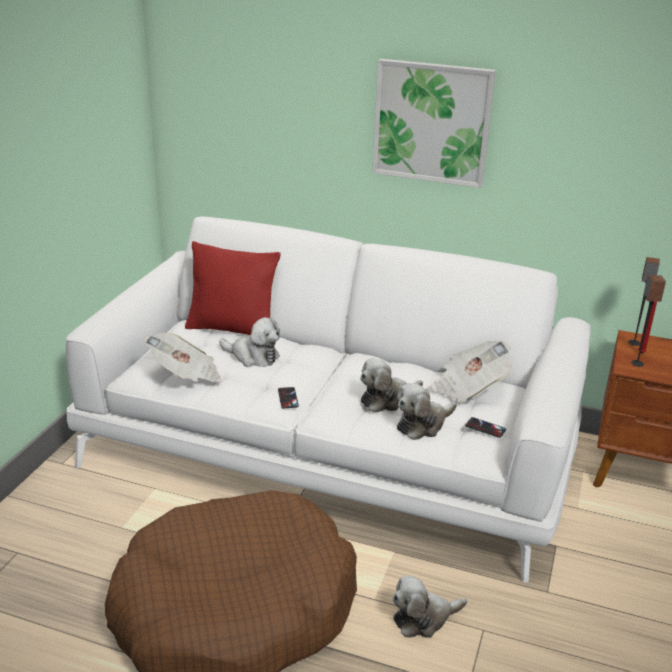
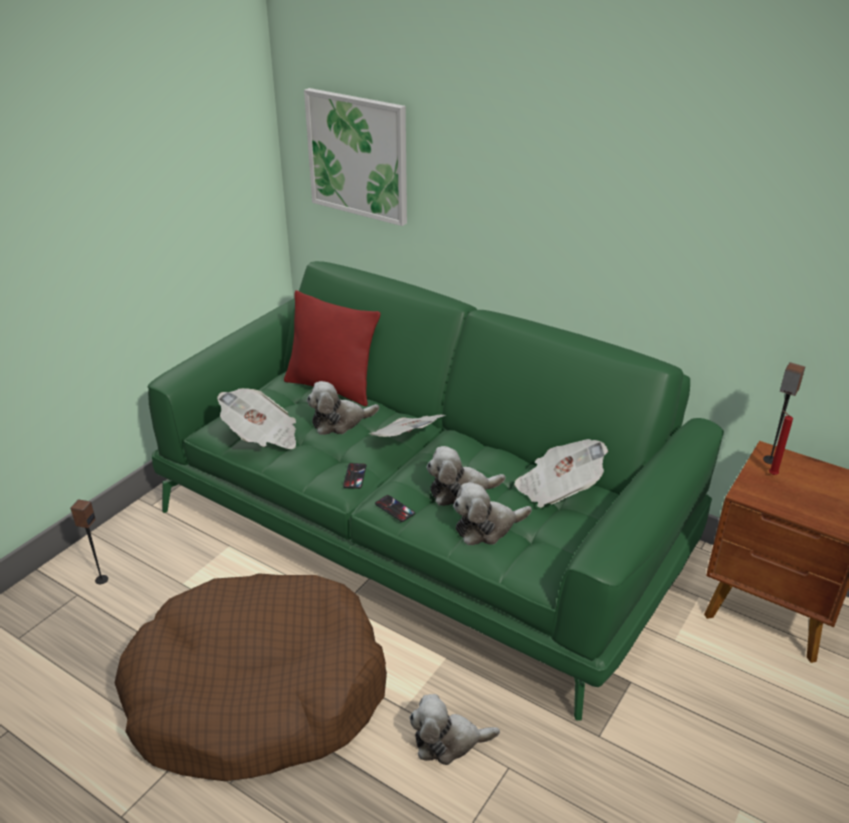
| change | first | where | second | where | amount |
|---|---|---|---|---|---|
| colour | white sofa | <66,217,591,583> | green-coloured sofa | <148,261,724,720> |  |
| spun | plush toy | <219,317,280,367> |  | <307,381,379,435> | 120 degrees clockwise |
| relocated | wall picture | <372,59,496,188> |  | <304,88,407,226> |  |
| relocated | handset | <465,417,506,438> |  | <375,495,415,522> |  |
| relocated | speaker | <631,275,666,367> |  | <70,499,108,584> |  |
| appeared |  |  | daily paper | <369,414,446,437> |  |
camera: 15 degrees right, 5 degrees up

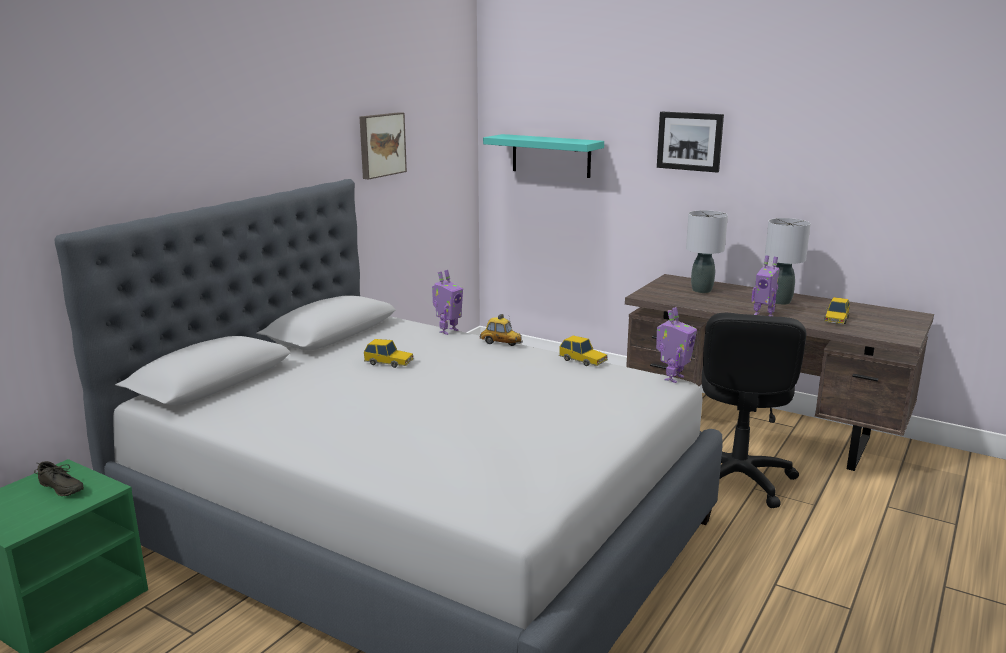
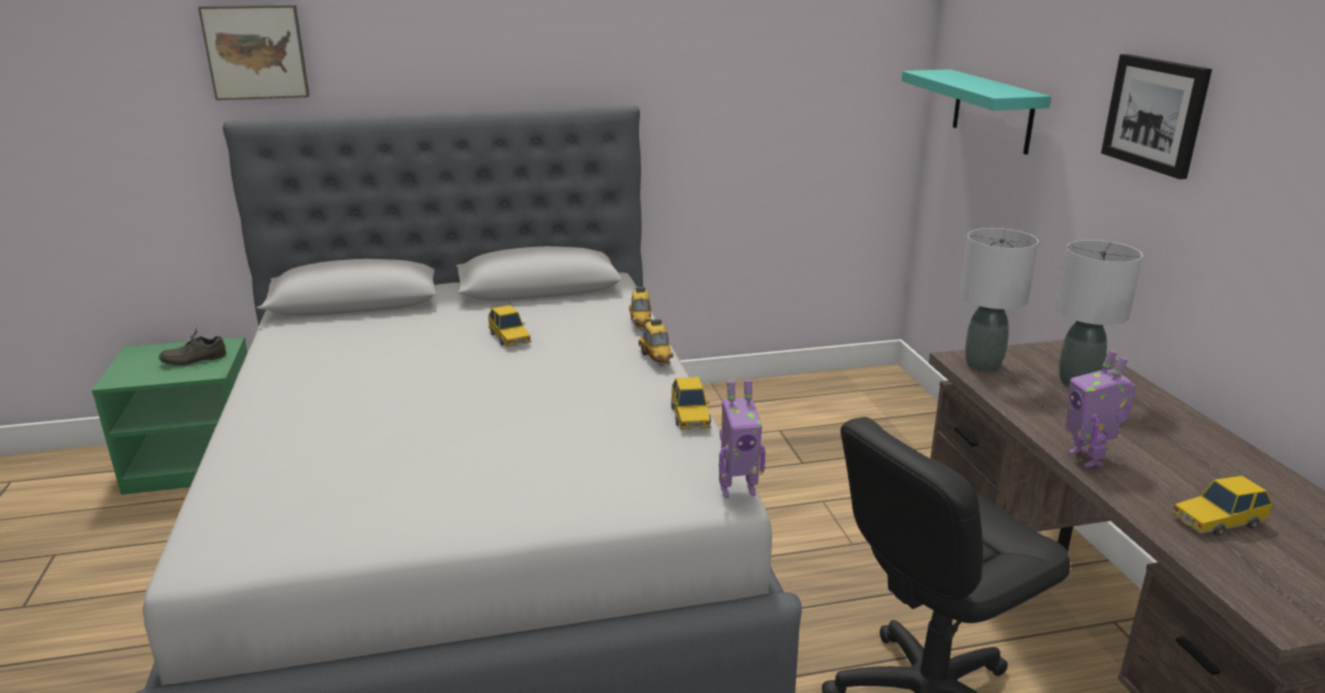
| change | first | where | second | where | amount |
|---|---|---|---|---|---|
| spun | greyish low shoe | <34,461,84,496> |  | <159,326,227,366> | 75 degrees clockwise |
| relocated | wall picture | <360,112,407,179> |  | <198,5,310,100> |  |
| exchanged | model robot | <432,270,463,335> | toy car | <629,287,652,330> |  |
| relocated | greyish tabletop lamp | <765,218,811,305> |  | <959,228,1038,372> |  |
camera: 45 degrees right, 5 degrees up

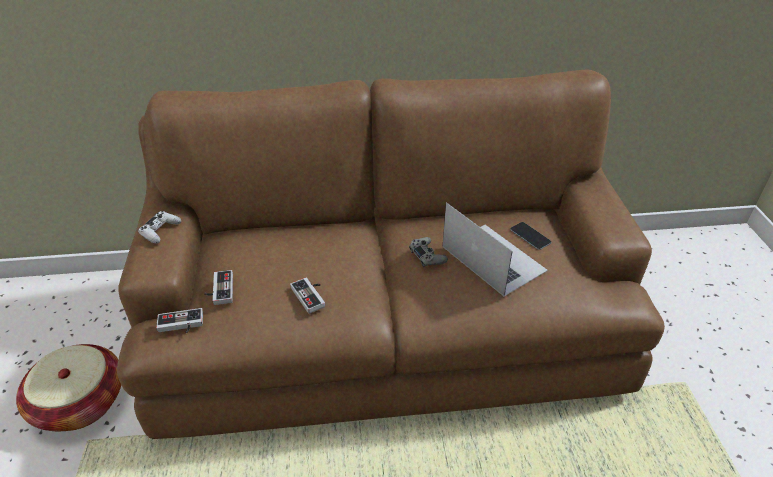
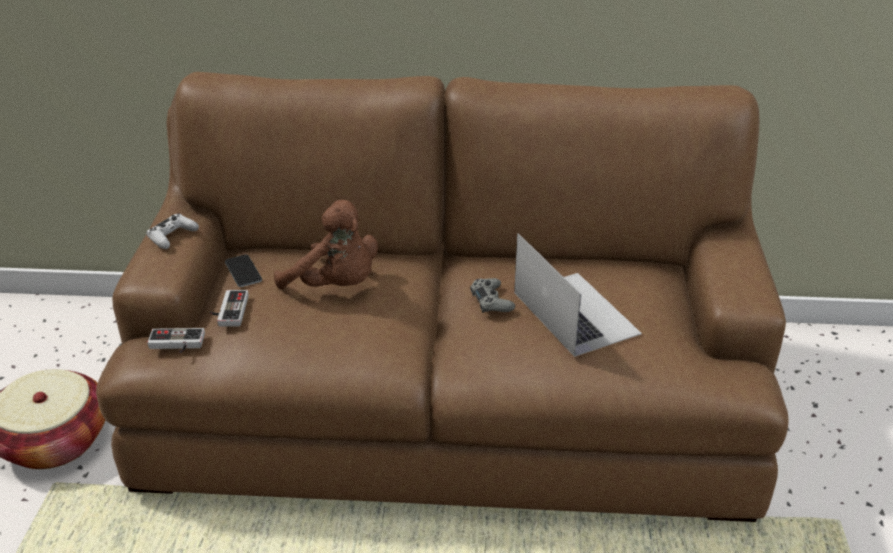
| change | first | where | second | where | amount |
|---|---|---|---|---|---|
| missing | gamepad | <290,277,325,314> |  |  |  |
| relocated | handset | <510,222,551,250> |  | <225,255,262,287> |  |
| appeared |  |  | brownish plush toy | <274,200,378,289> |  |
camera: 10 degrees right, 5 degrees down

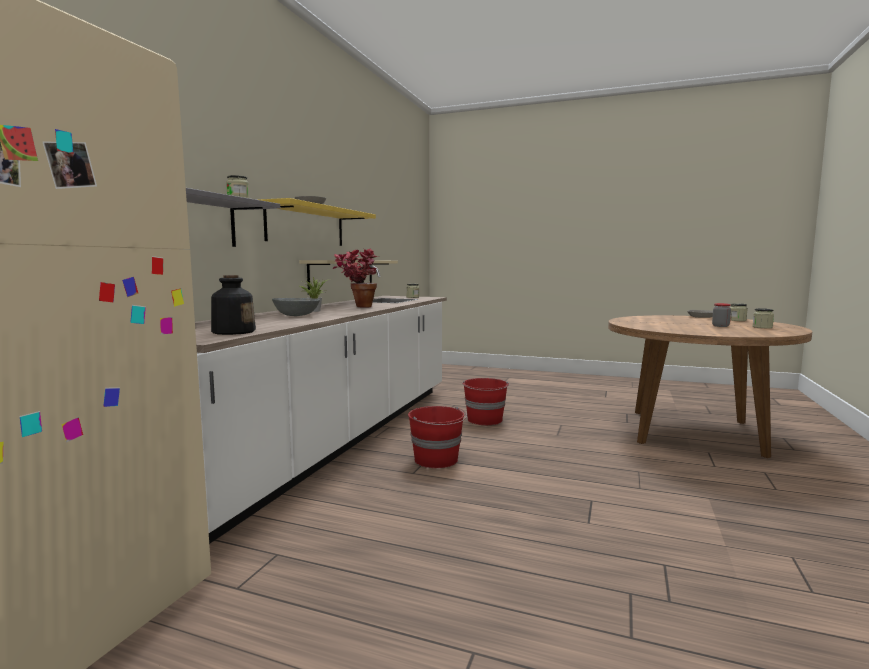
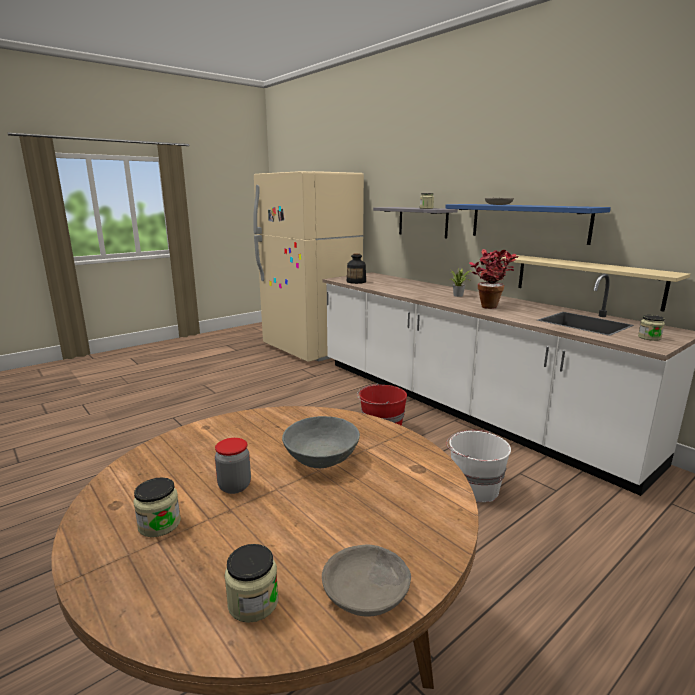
| change | first | where | second | where | amount |
|---|---|---|---|---|---|
| colour | yellow-coloured shelf | <259,198,376,246> | bluish shelf | <445,204,611,245> |  |
| relocated | greyish bowl | <272,298,320,316> |  | <282,416,360,468> |  |
| colour | red-coloured bucket | <462,378,509,425> | white bucket | <446,430,511,502> |  |
camera: 120 degrees right, 10 degrees up

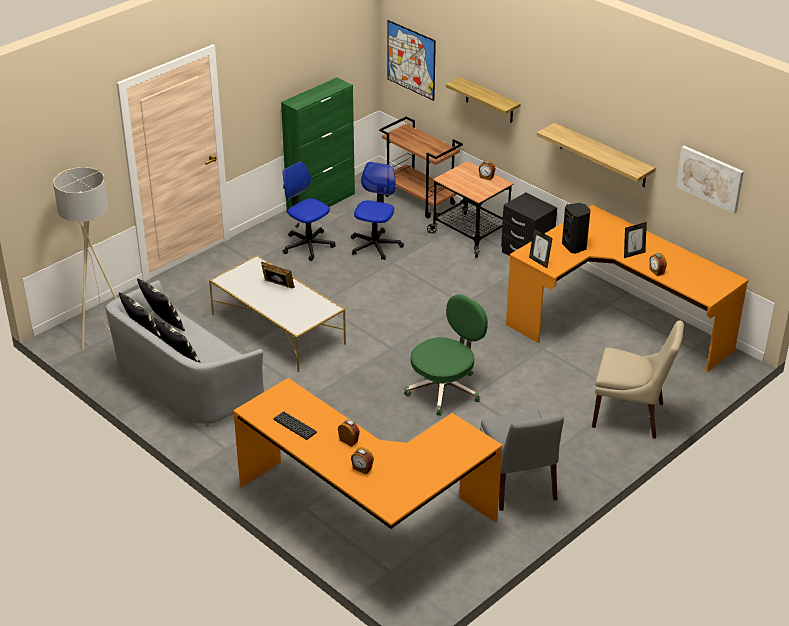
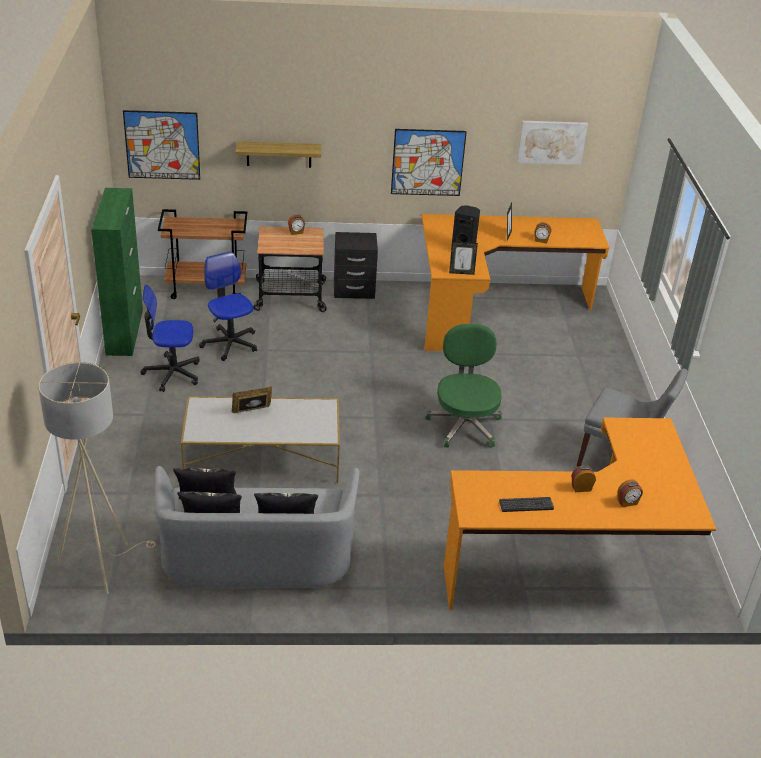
| change | first | where | second | where | amount |
|---|---|---|---|---|---|
| exchanged | shelf | <537,123,656,187> | wall picture | <391,129,467,196> |  |
| missing | beige plain chair | <592,320,684,439> |  |  |  |
camera: 50 degrees left, 0 degrees up

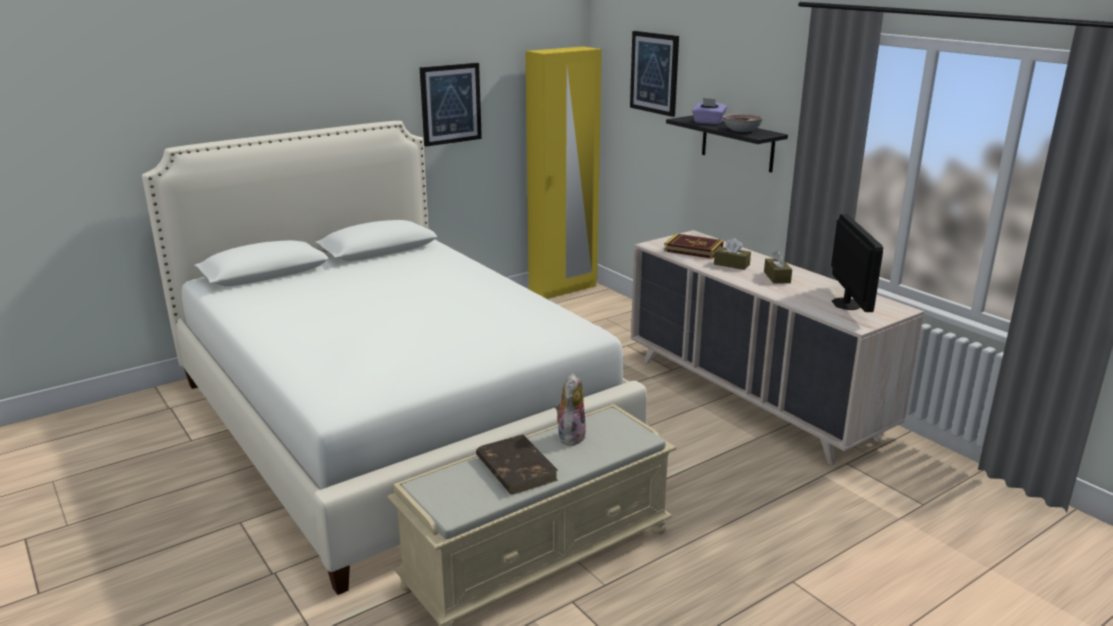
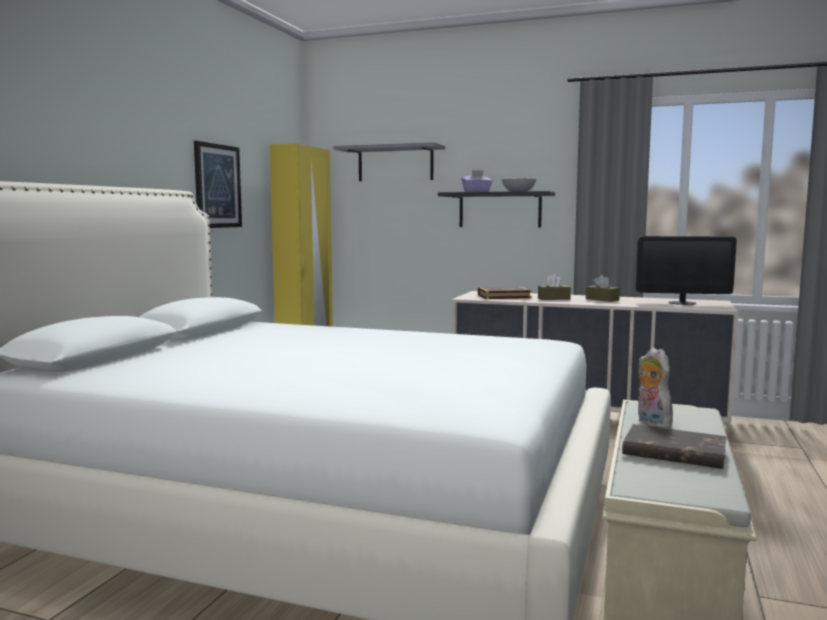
| change | first | where | second | where | amount |
|---|---|---|---|---|---|
| exchanged | wall picture | <630,31,679,117> | greyish shelf | <333,142,445,181> |  |
| spun | monitor | <831,214,883,312> |  | <636,236,737,305> | 135 degrees clockwise |
camera: 35 degrees left, 15 degrees down

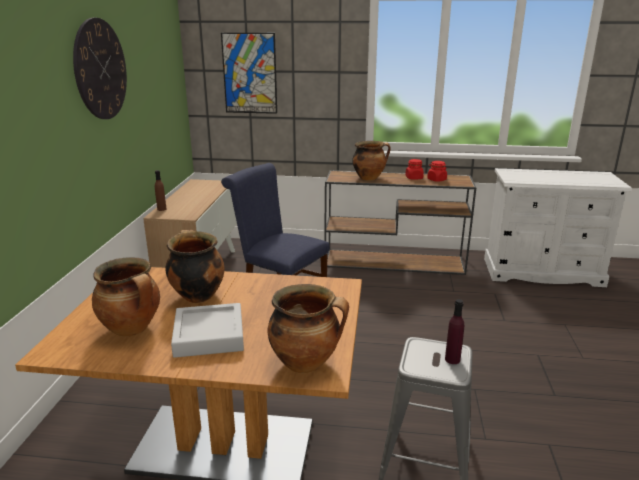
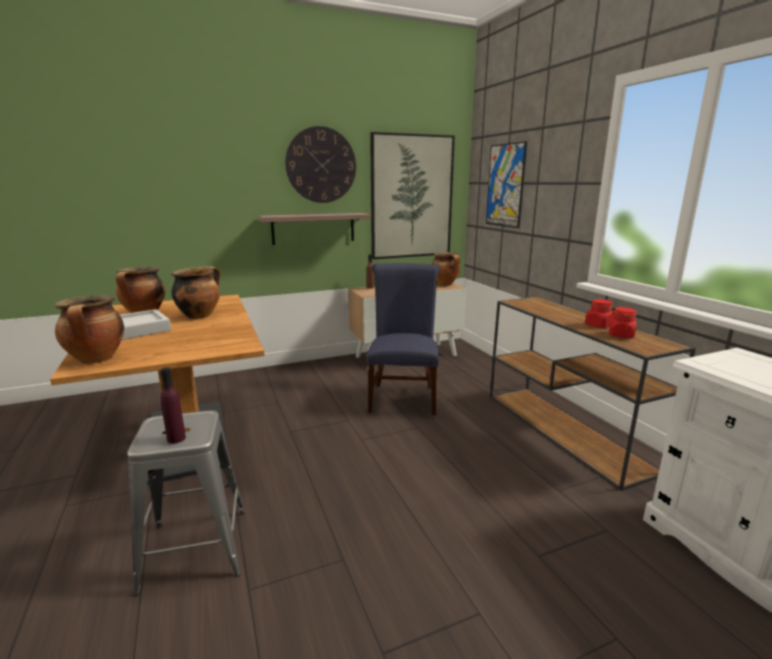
| change | first | where | second | where | amount |
|---|---|---|---|---|---|
| relocated | saucepot | <352,141,391,181> |  | <432,252,460,286> |  |
| appeared |  |  | shelf | <259,213,371,245> |  |
| appeared |  |  | wall picture | <370,132,455,259> |  |
camera: 60 degrees right, 5 degrees down

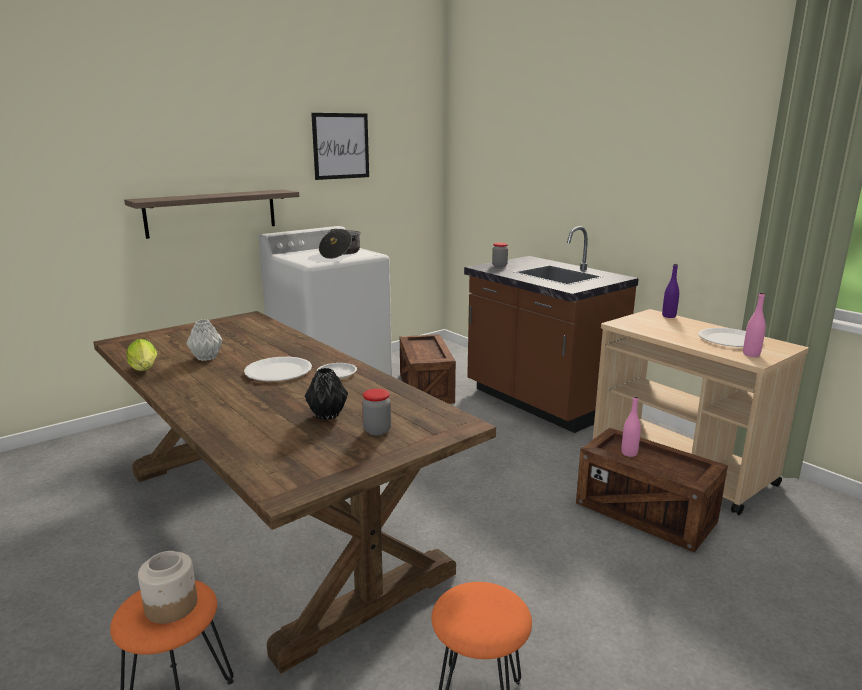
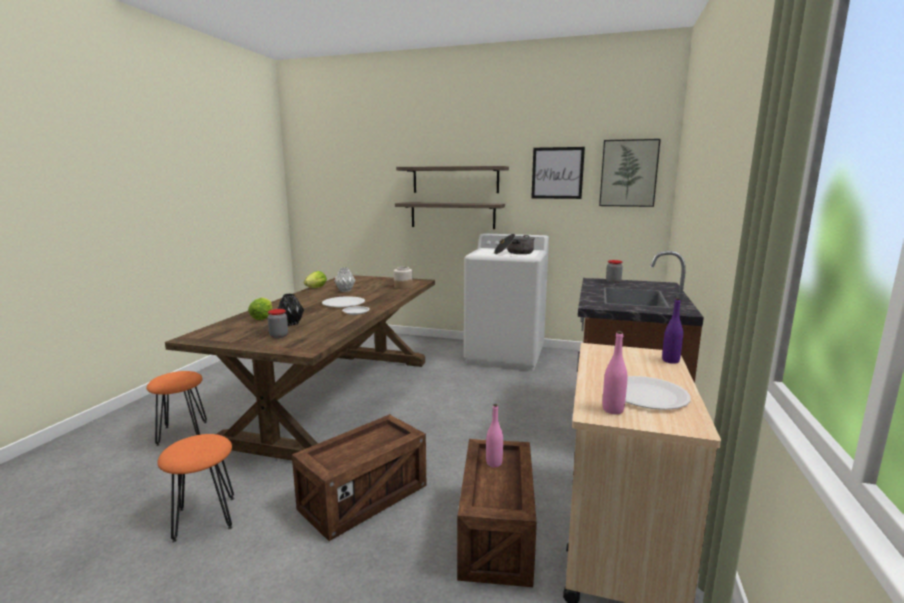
| change | first | where | second | where | amount |
|---|---|---|---|---|---|
| relocated | storage jar | <138,551,197,624> |  | <394,266,413,289> |  |
| relocated | crate | <400,334,456,404> |  | <292,414,426,541> |  |
| appeared |  |  | lettuce head | <248,298,273,320> |  |
| appeared |  |  | shelf | <396,166,509,193> |  |
| appeared |  |  | wall picture | <599,139,661,207> |  |
camera: 55 degrees right, 5 degrees down

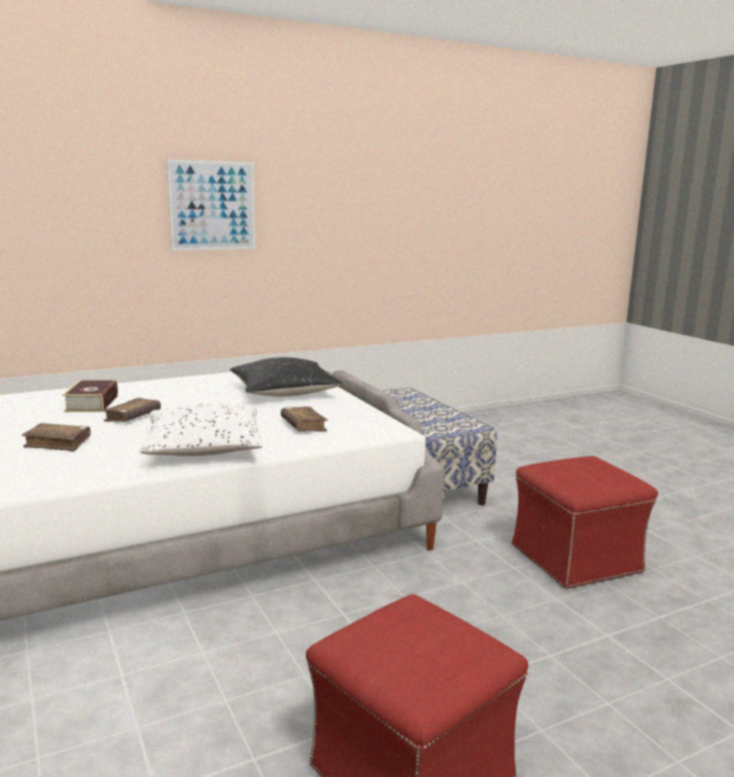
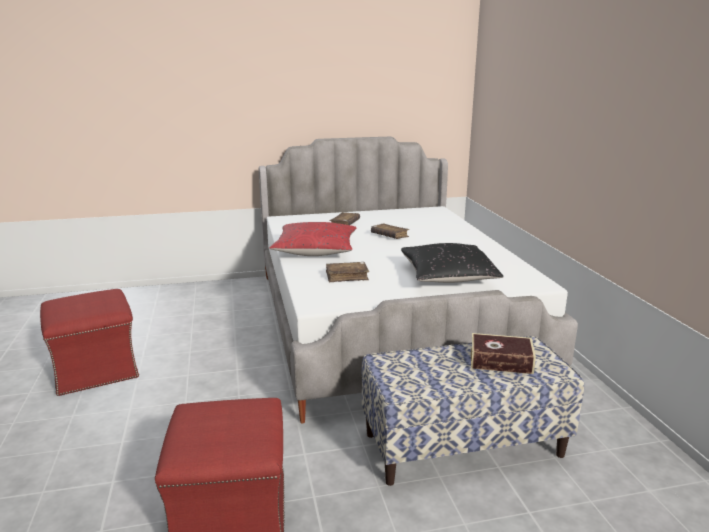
| change | first | where | second | where | amount |
|---|---|---|---|---|---|
| relocated | bound book | <62,380,118,412> |  | <471,333,536,374> |  |
| colour | white cushion | <140,403,263,456> | red-coloured cushion | <269,222,356,256> |  |
| missing | wall picture | <167,159,255,251> |  |  |  |
camera: 105 degrees right, 5 degrees up

